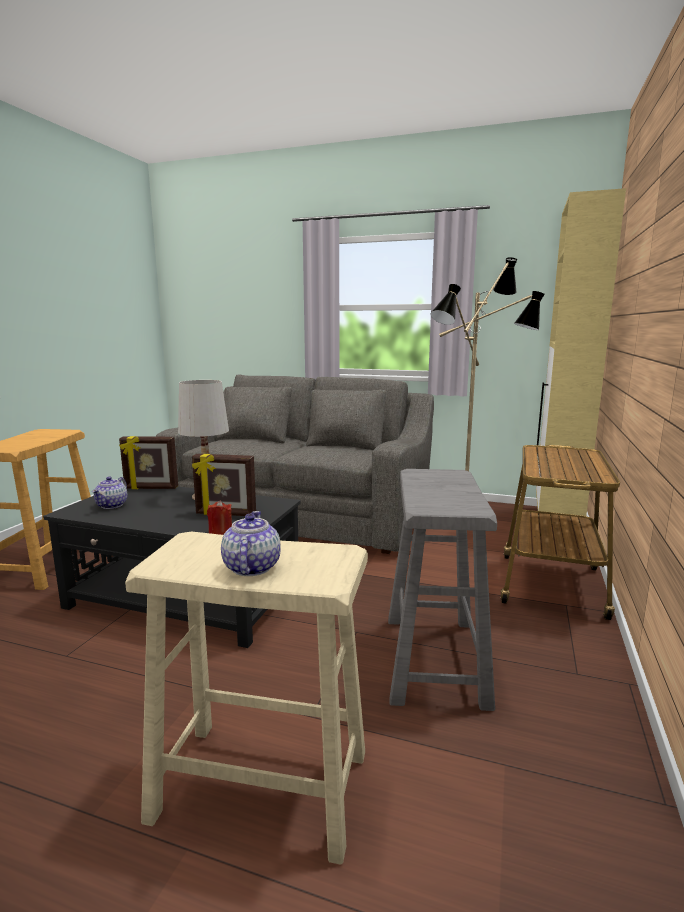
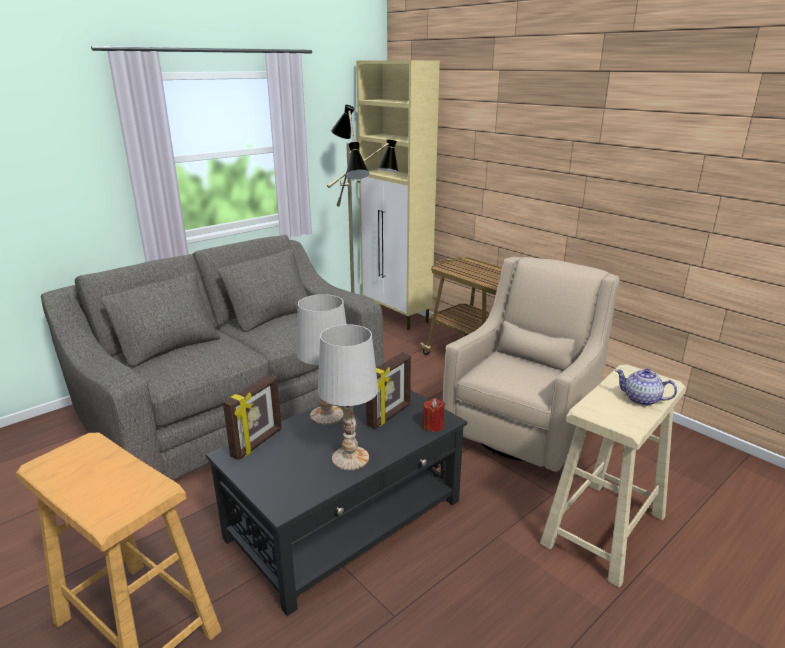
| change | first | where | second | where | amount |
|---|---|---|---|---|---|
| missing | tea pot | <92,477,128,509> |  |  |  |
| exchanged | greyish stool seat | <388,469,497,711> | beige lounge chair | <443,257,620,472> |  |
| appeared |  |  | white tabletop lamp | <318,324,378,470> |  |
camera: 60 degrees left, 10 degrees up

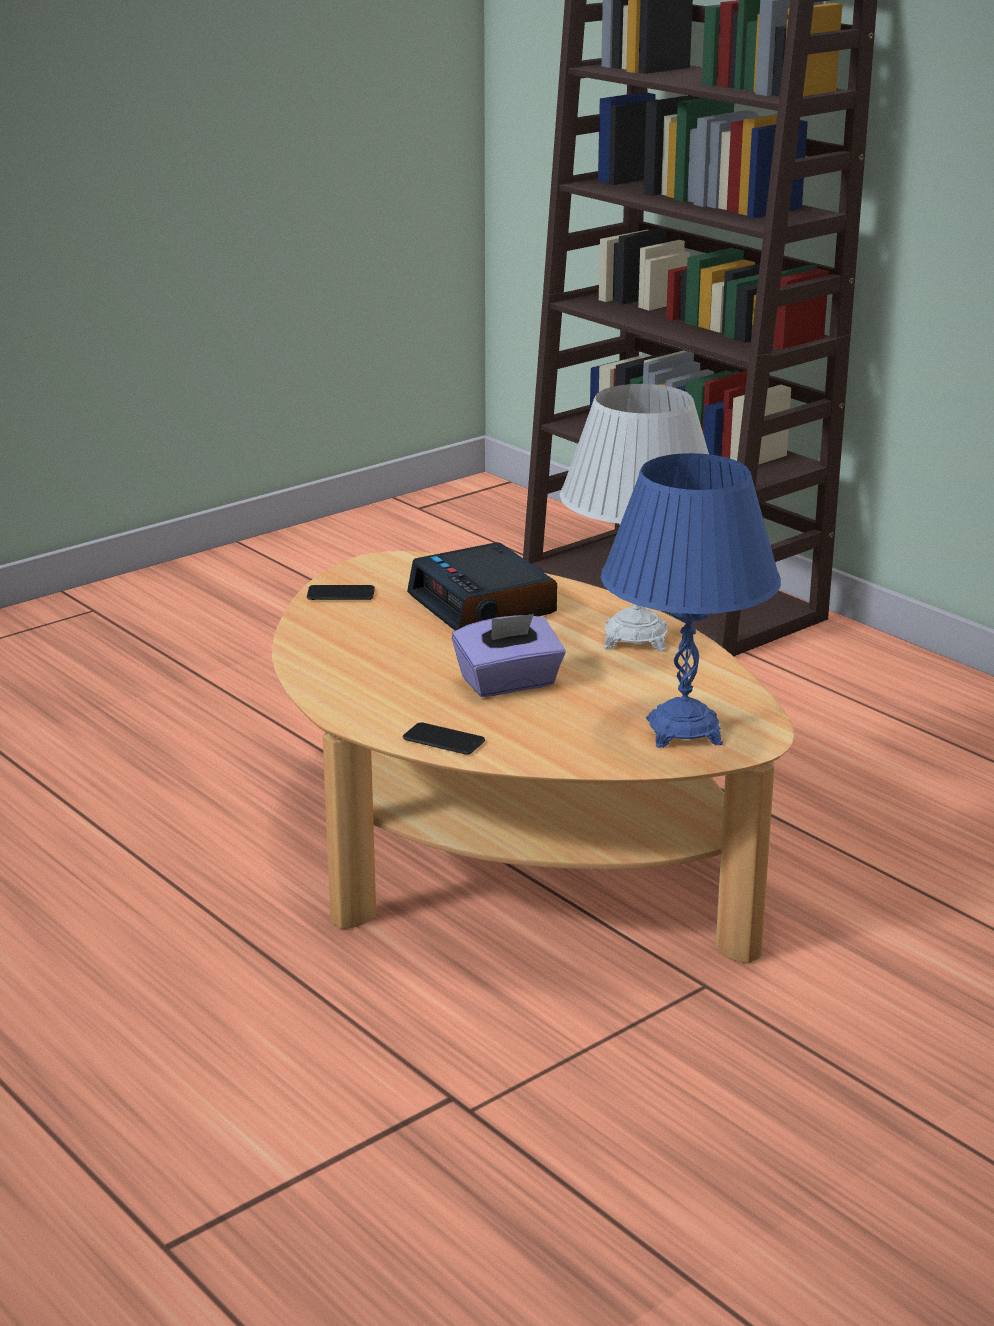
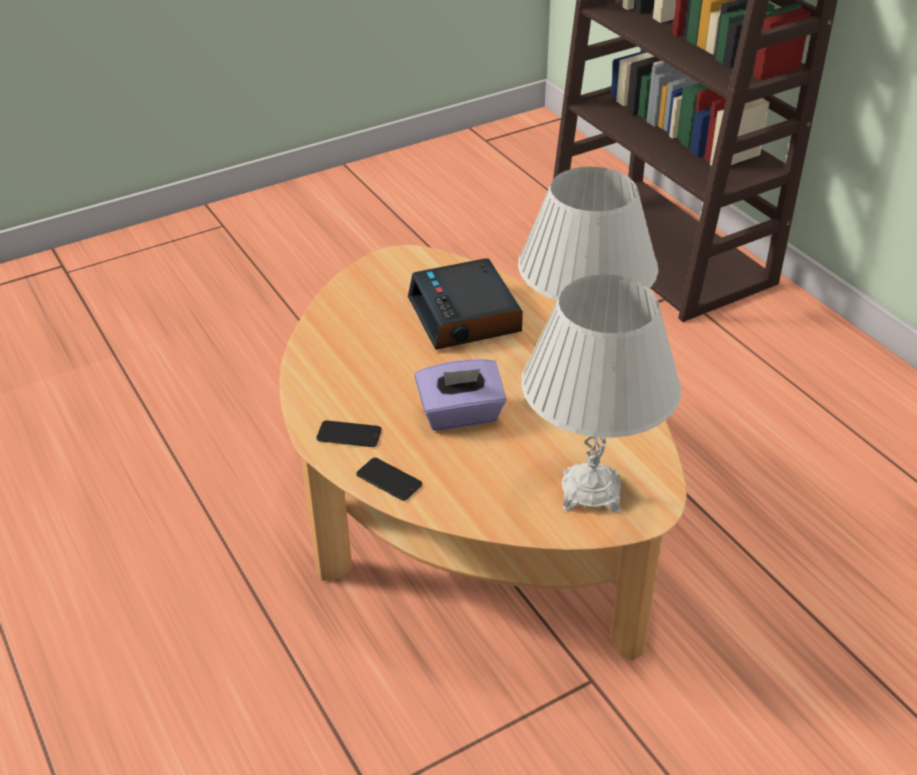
| change | first | where | second | where | amount |
|---|---|---|---|---|---|
| relocated | handset | <307,585,375,600> |  | <316,420,382,447> |  |
| colour | bluish tabletop lamp | <601,453,781,748> | white tabletop lamp | <521,274,681,513> |  |
camera: 10 degrees right, 15 degrees up

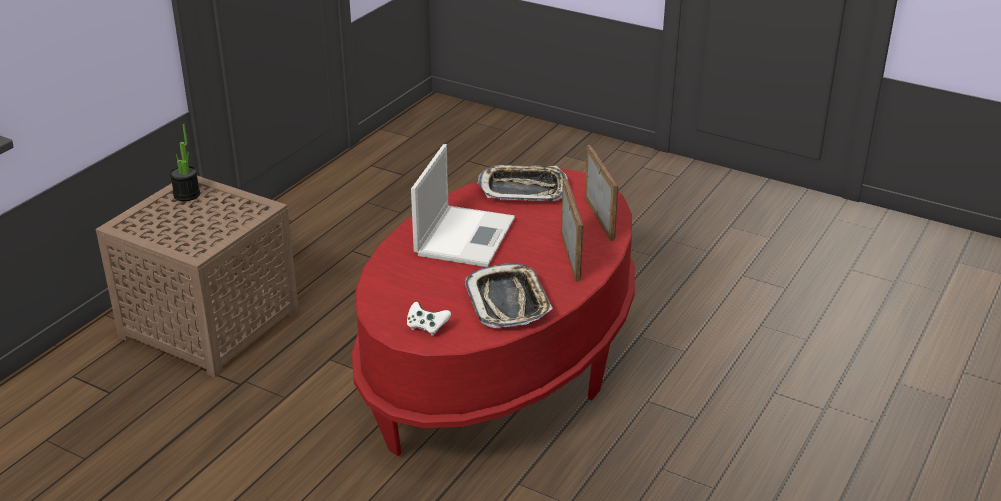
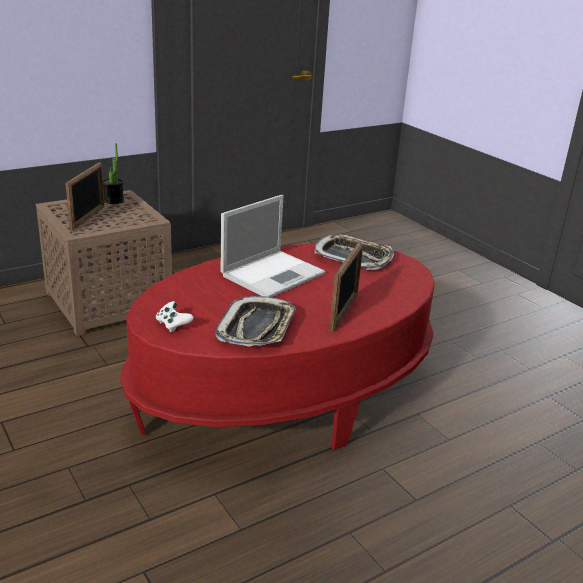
| change | first | where | second | where | amount |
|---|---|---|---|---|---|
| relocated | standing frame | <585,145,618,241> |  | <65,162,105,231> |  |
camera: 25 degrees right, 5 degrees down

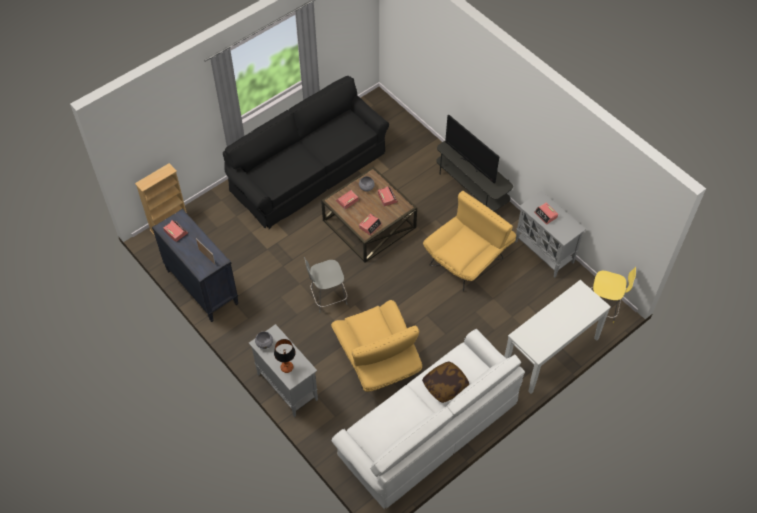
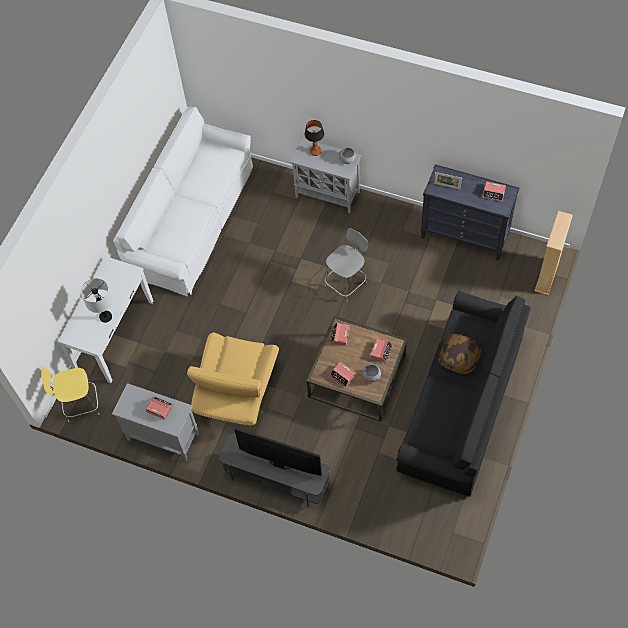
| change | first | where | second | where | amount |
|---|---|---|---|---|---|
| missing | yellow-coloured lounge chair | <331,300,422,392> |  |  |  |
| relocated | cushion | <422,361,469,403> |  | <438,334,482,374> |  |
| appeared |  |  | greyish tabletop lamp | <81,278,113,323> |  |
camera: 155 degrees right, 5 degrees up

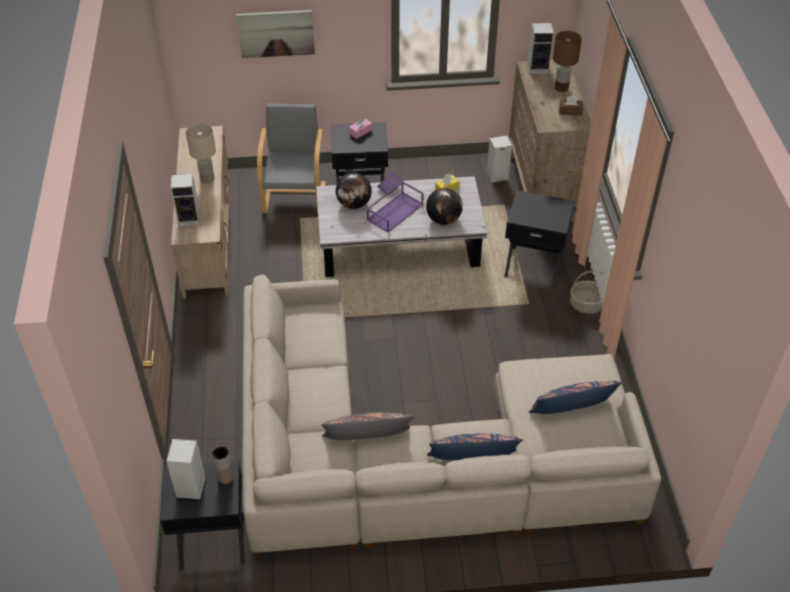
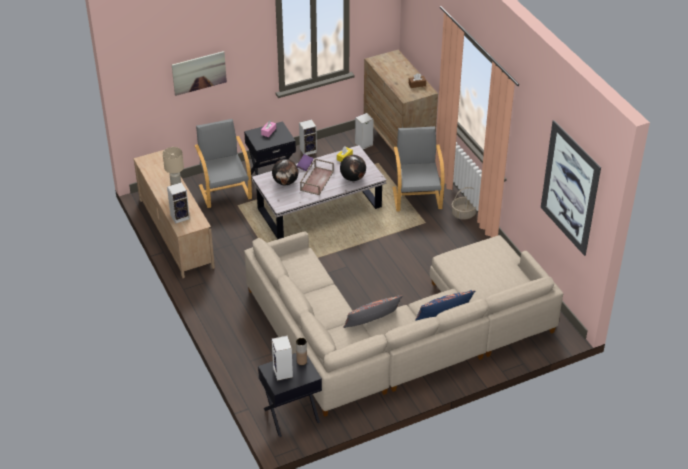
| change | first | where | second | where | amount |
|---|---|---|---|---|---|
| colour | purple-coloured serving tray | <367,181,424,233> | brownish serving tray | <300,158,334,195> |  |
| exchanged | blackish side table | <504,190,575,288> | greyish lounge chair | <392,126,445,211> |  |
| relocated | speaker | <527,23,554,74> |  | <299,119,317,155> |  |
| missing | bluish cushion | <529,381,622,414> |  |  |  |
| missing | brownish tabletop lamp | <553,31,582,92> |  |  |  |
| appeared |  |  | wall picture | <541,120,601,256> |  |
camera: 20 degrees left, 5 degrees down

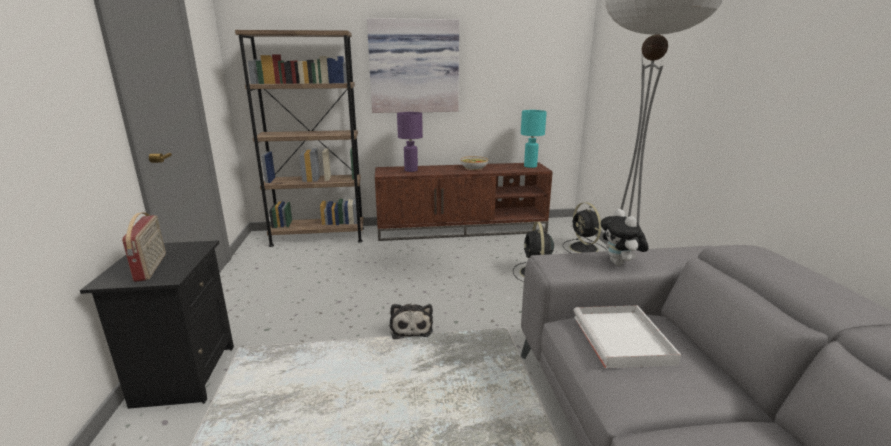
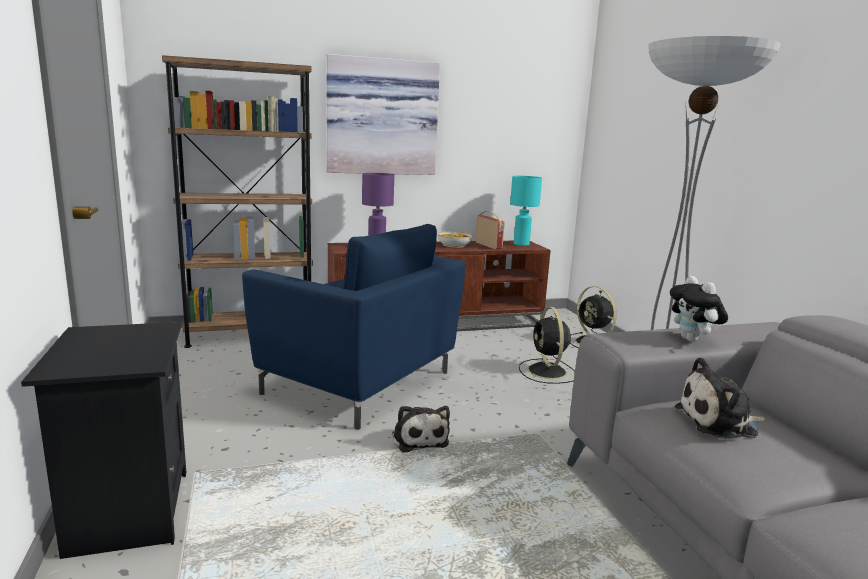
| change | first | where | second | where | amount |
|---|---|---|---|---|---|
| relocated | radio set | <122,212,166,282> |  | <475,211,505,249> |  |
| exchanged | white serving tray | <573,305,681,368> | plush toy | <675,357,766,439> |  |
| appeared |  |  | bluish lounge chair | <242,224,466,430> |  |
camera: 10 degrees left, 5 degrees down

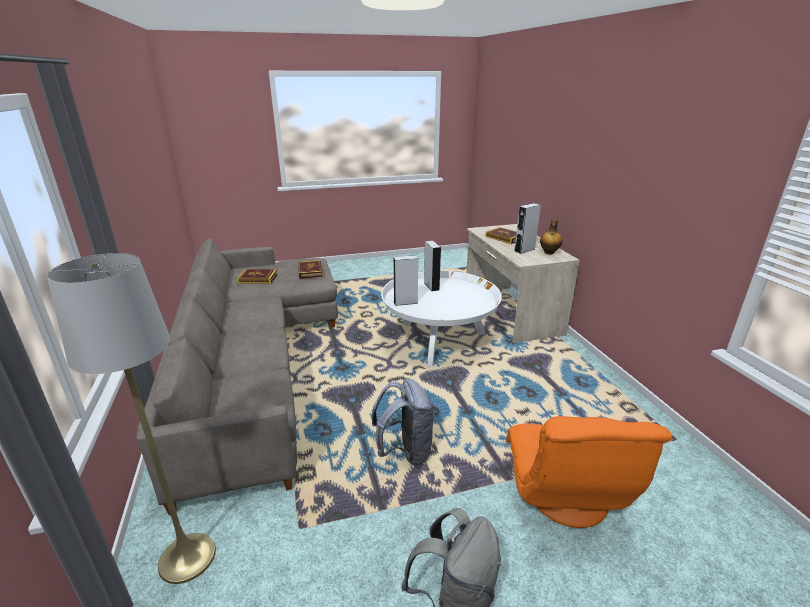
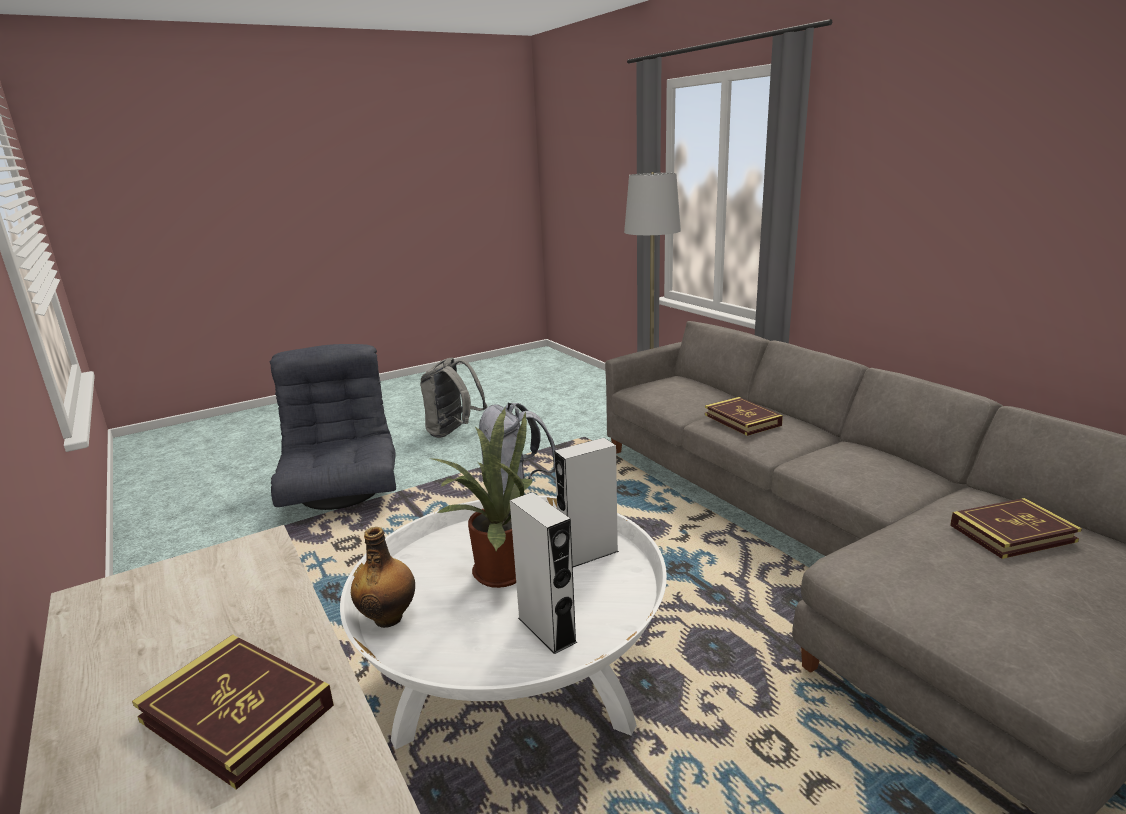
| change | first | where | second | where | amount |
|---|---|---|---|---|---|
| relocated | bound book | <298,260,323,279> |  | <705,397,783,436> |  |
| colour | orange-coloured lounge chair | <506,416,673,528> | greyish lounge chair | <270,344,396,510> |  |
| missing | greyish speaker | <514,203,541,254> |  |  |  |
| relocated | bottle | <540,219,562,255> |  | <351,527,415,628> |  |
| appeared |  |  | plant in a pot | <429,408,532,588> |  |
camera: 165 degrees right, 5 degrees down

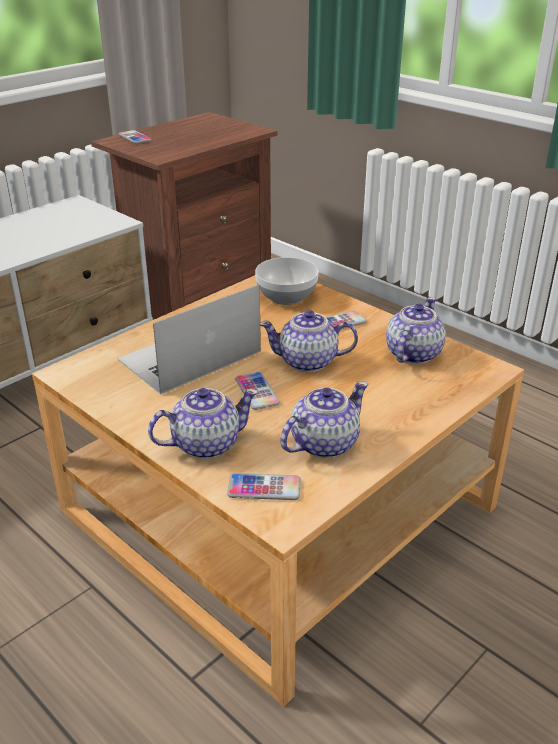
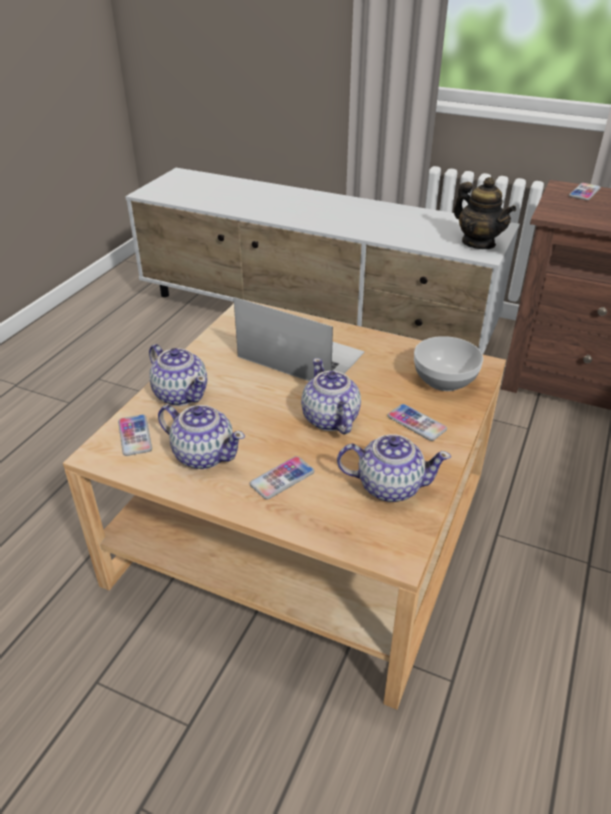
| change | first | where | second | where | amount |
|---|---|---|---|---|---|
| relocated | handset | <235,372,280,410> |  | <250,456,314,499> |  |
| appeared |  |  | tea pot | <454,177,516,249> |  |
camera: 70 degrees right, 5 degrees up

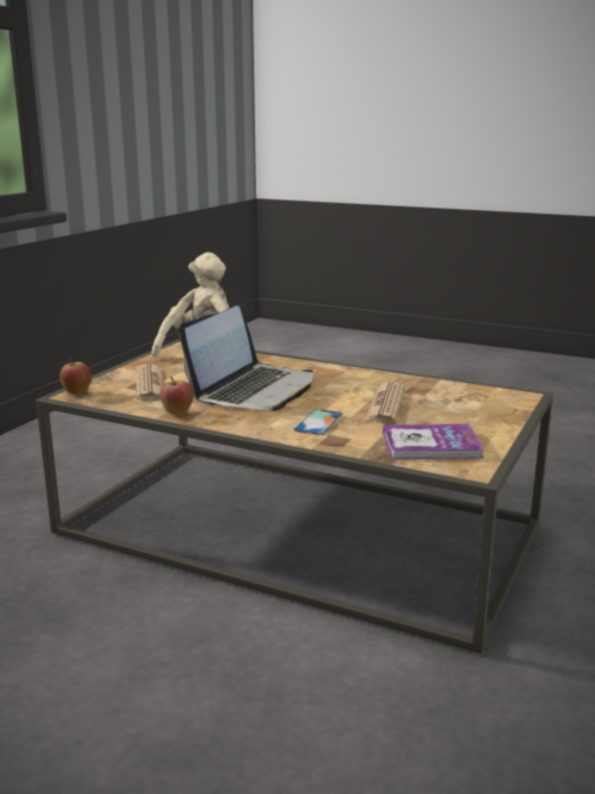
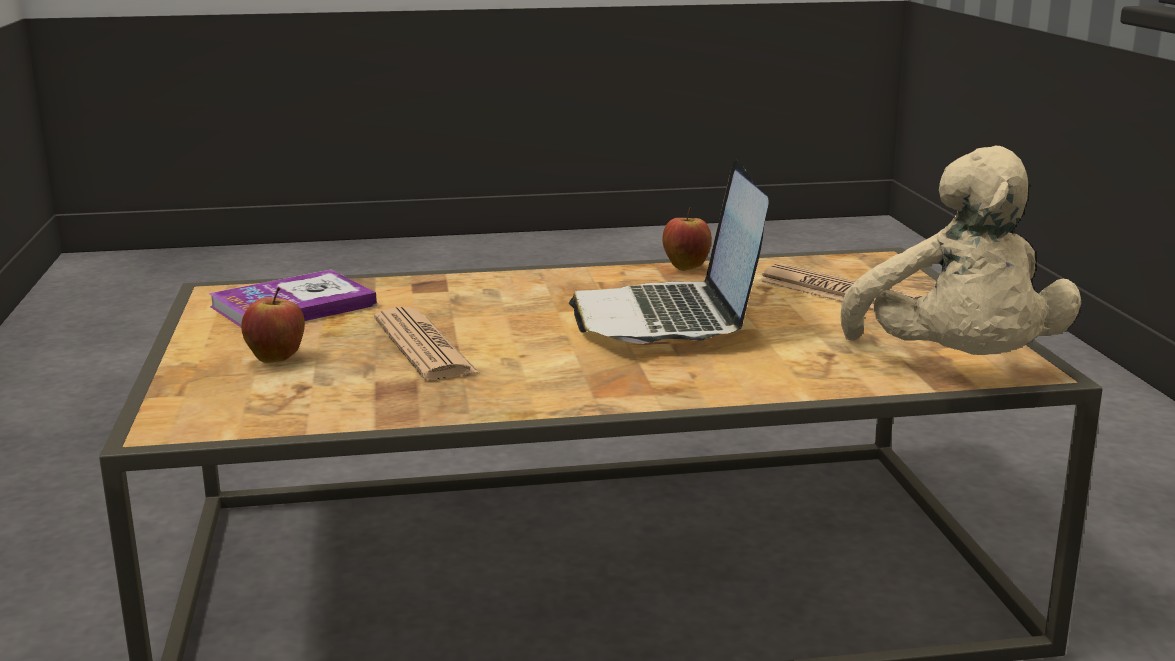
| change | first | where | second | where | amount |
|---|---|---|---|---|---|
| relocated | apple fruit | <60,358,92,395> |  | <241,287,305,363> |  |
| missing | handset | <294,409,343,435> |  |  |  |
camera: 145 degrees right, 0 degrees up

